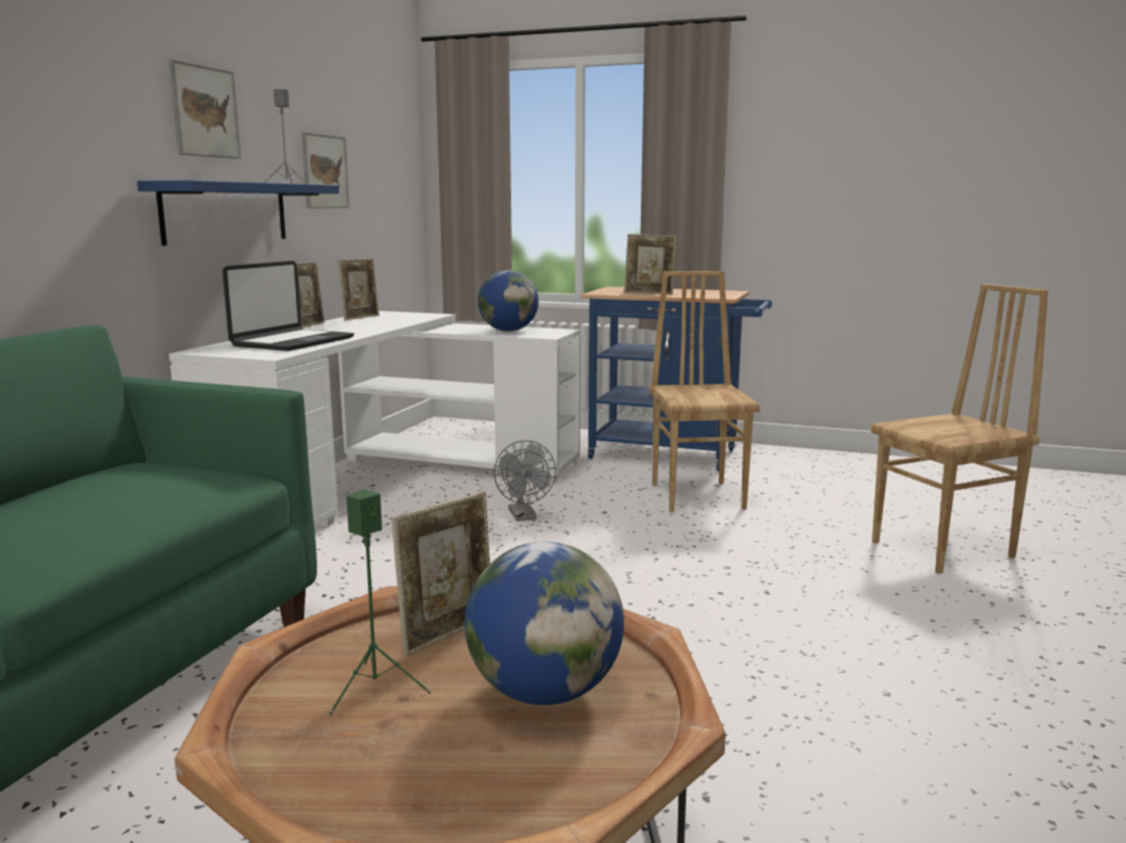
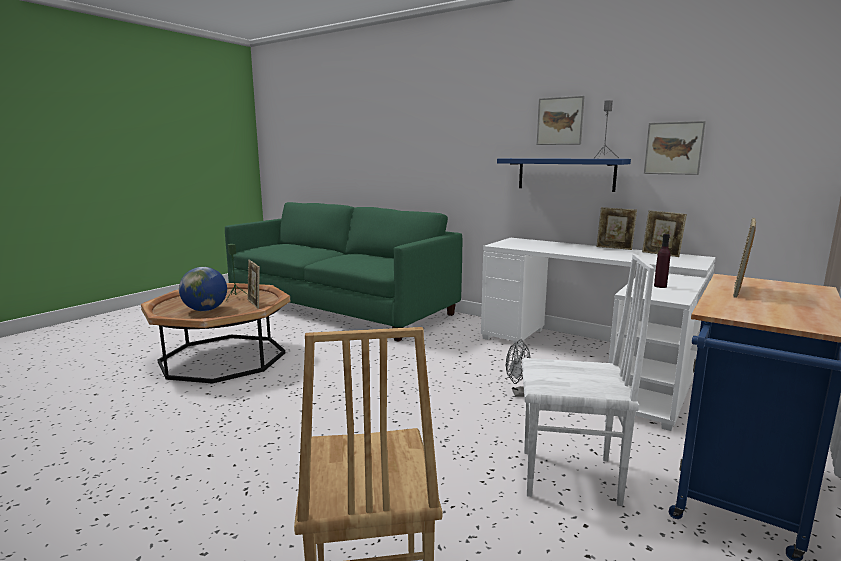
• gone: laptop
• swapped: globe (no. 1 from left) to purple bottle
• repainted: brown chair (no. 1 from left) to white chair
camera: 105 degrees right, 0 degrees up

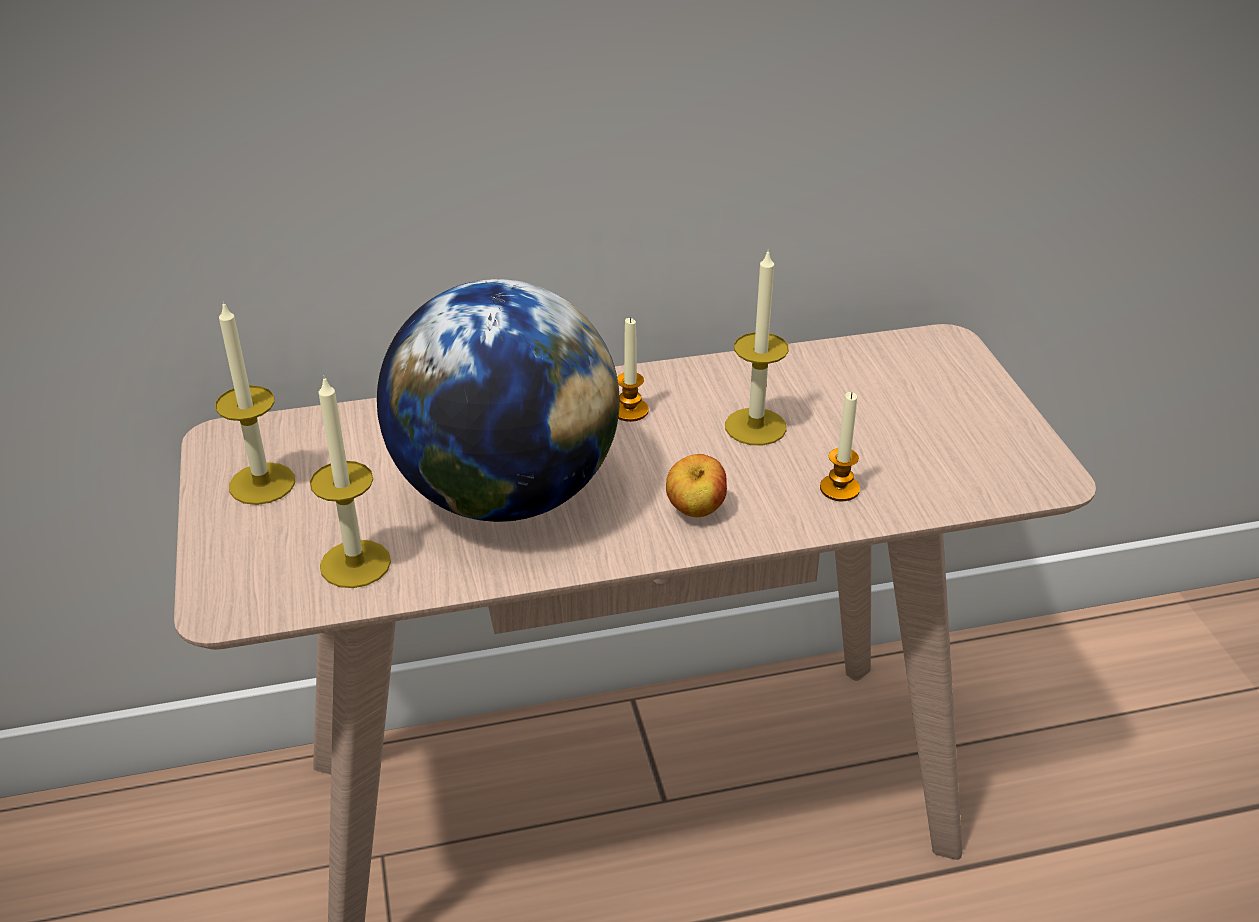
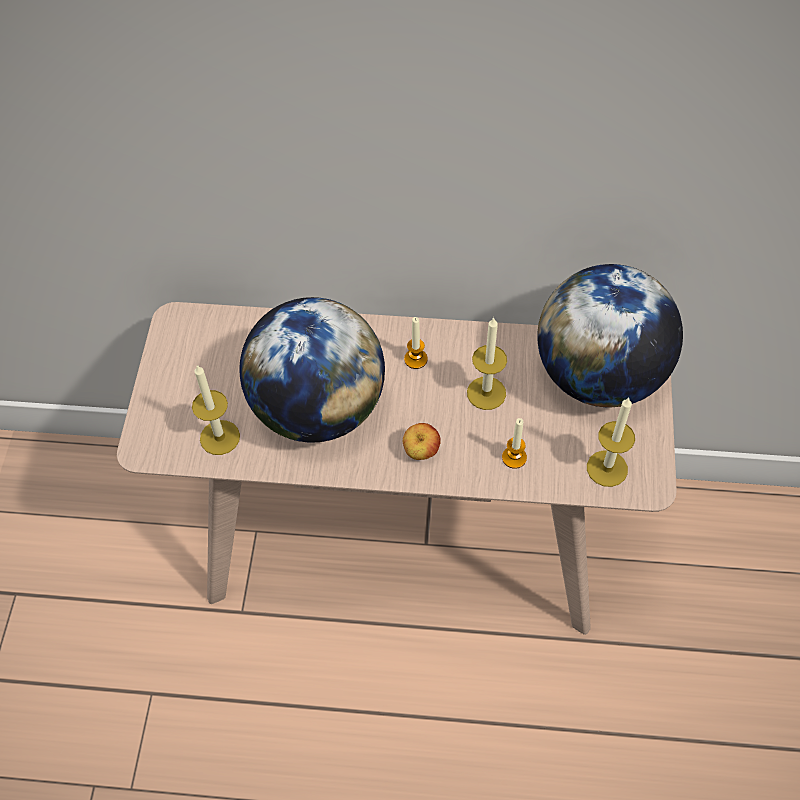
• shifted: candle (no. 1 from left in the first image) to candle (no. 5 from left)
• new: globe (no. 2 from left)
camera: 20 degrees right, 20 degrees up

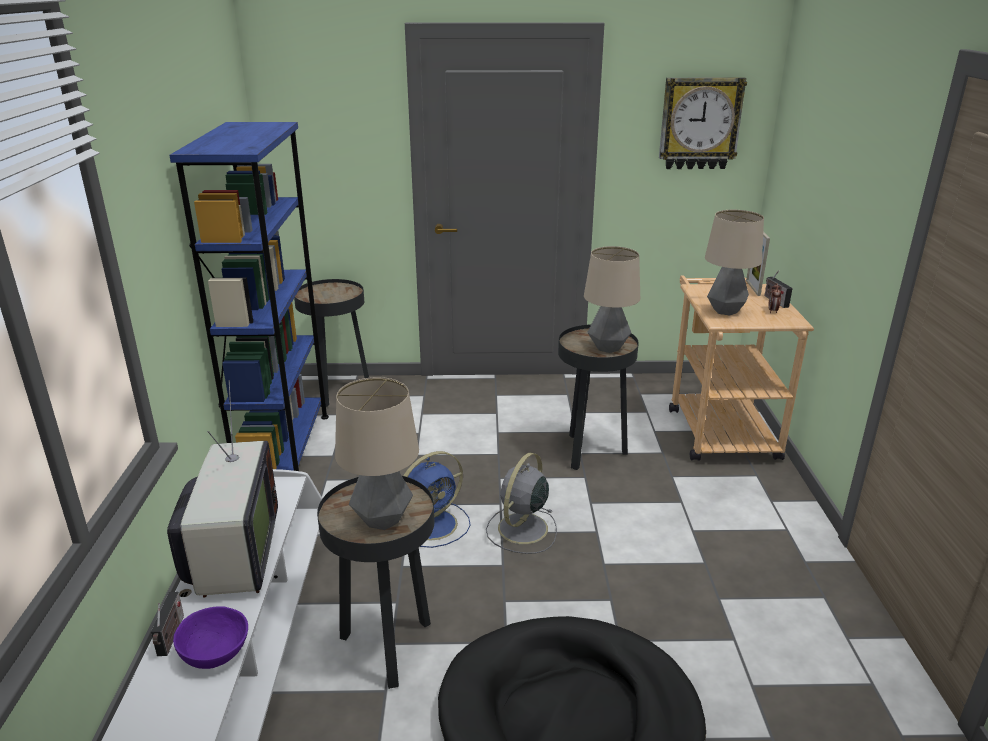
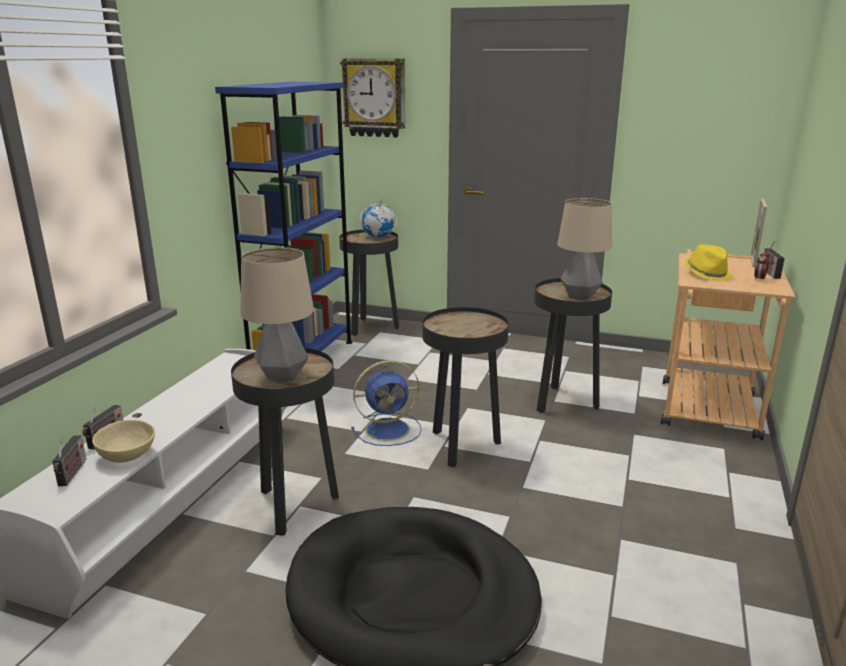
• shifted: wall clock
• swapped: table lamp (no. 3 from left) to yellow hat
• gone: television
• swapped: grey fan to black side table (no. 3 from left)
• repainted: purple bowl to beige bowl
• new: globe
• new: radio (no. 1 from left)
camera: 20 degrees right, 5 degrees down

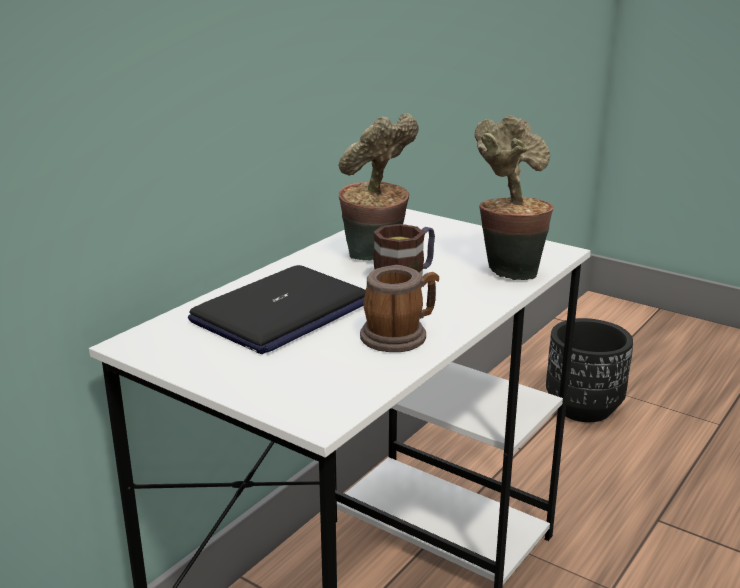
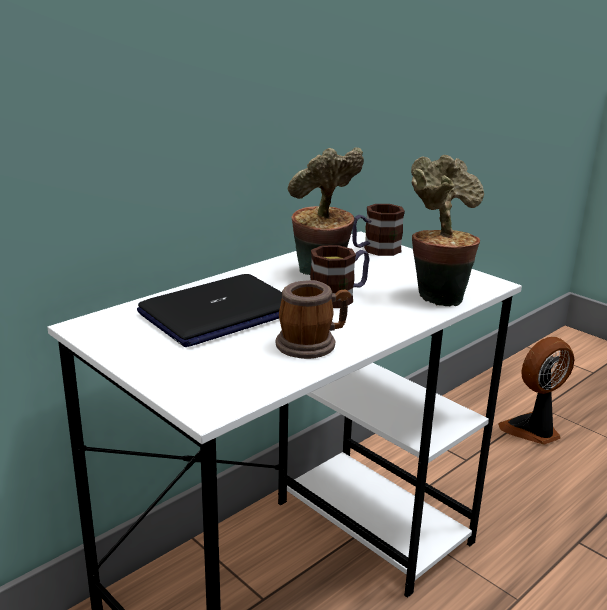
• swapped: black planter to fan
• new: mug (no. 3 from left)
camera: 10 degrees right, 0 degrees up

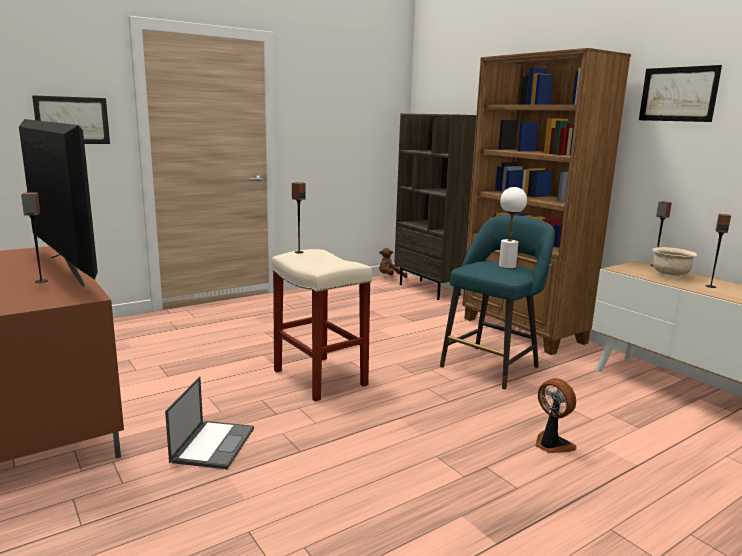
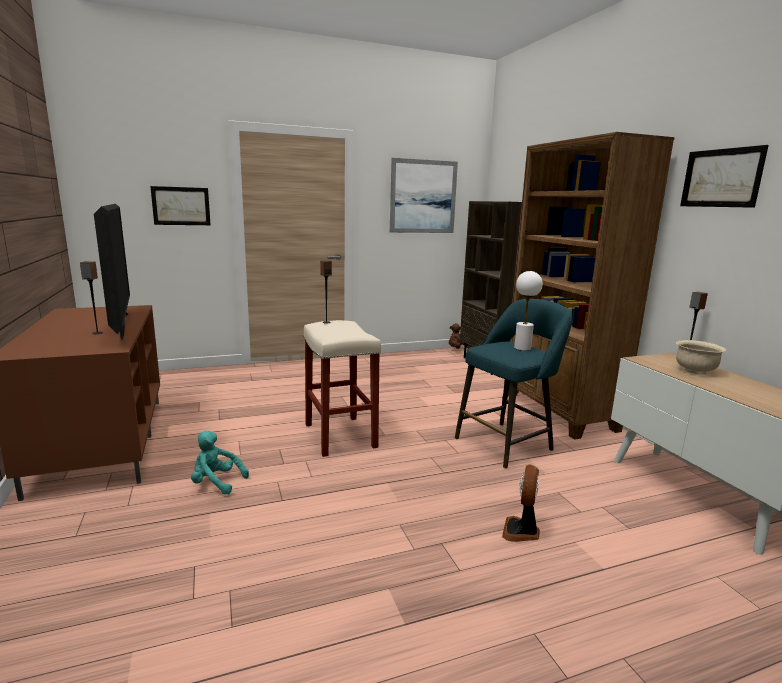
• gone: speaker (no. 4 from left)
• swapped: laptop to turquoise plush toy
• rotated: fan 135 degrees counterclockwise
• new: picture (no. 2 from left)
camera: 15 degrees right, 0 degrees up

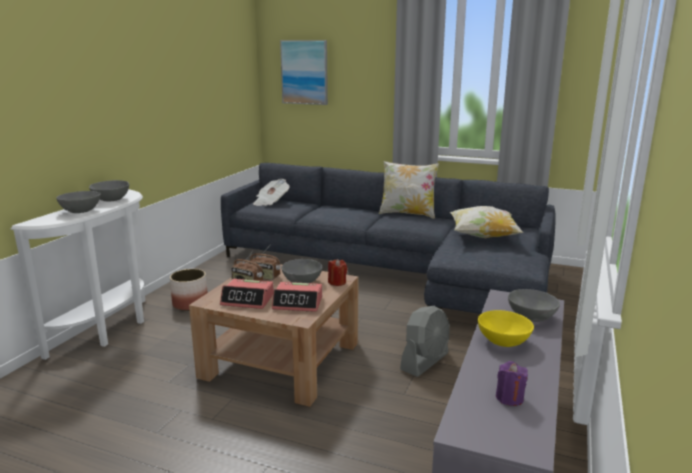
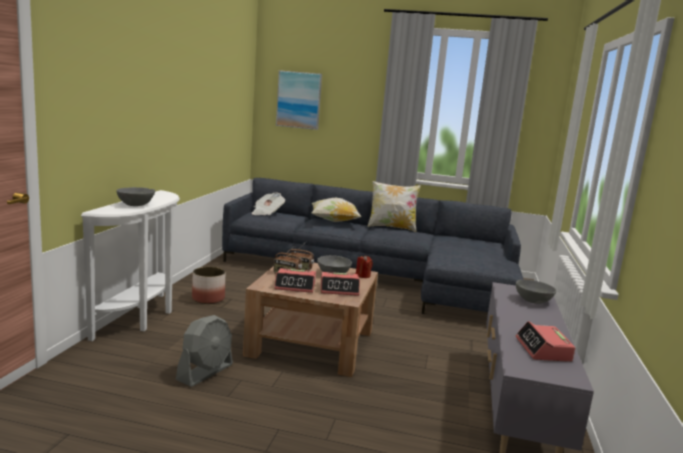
• gone: grey bowl (no. 2 from left)
• shifted: pillow (no. 2 from left in the first image) to pillow (no. 1 from left)
• shifted: grey fan
• gone: yellow bowl
• swapped: purple candle to alarm clock (no. 3 from left)
camera: 10 degrees left, 5 degrees down

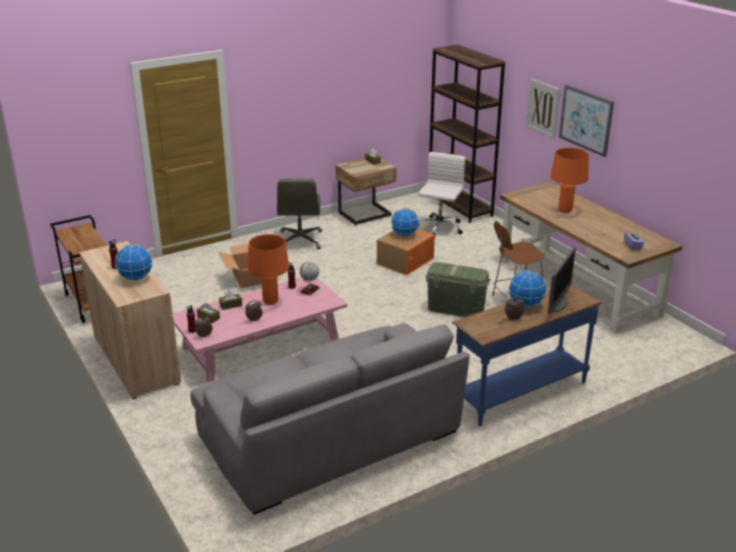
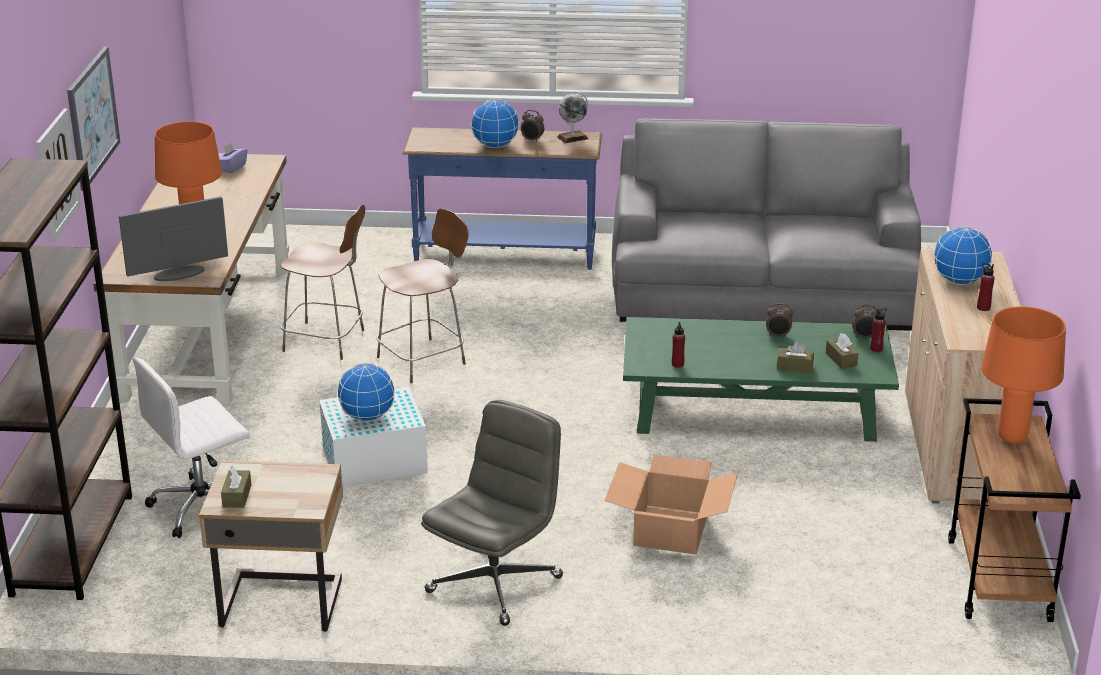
• repainted: orange storage box to white storage box
• shifted: orange table lamp (no. 1 from left in the first image) to orange table lamp (no. 2 from left)
• shifted: monitor
• shifted: globe (no. 2 from left in the first image) to globe (no. 3 from left)
• swapped: green storage box to brown chair (no. 2 from left)
• repainted: pink coffee table to green coffee table
camera: 145 degrees left, 0 degrees up

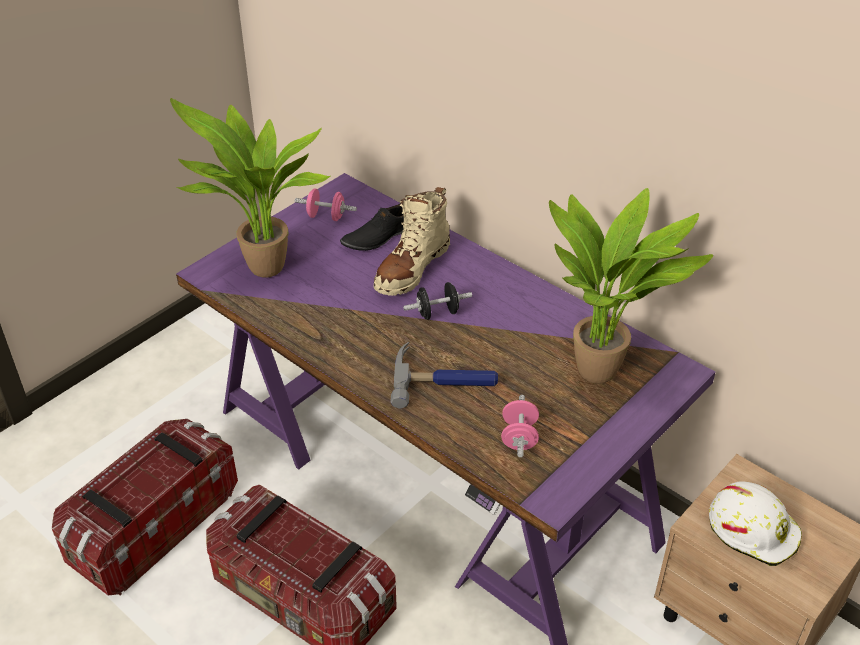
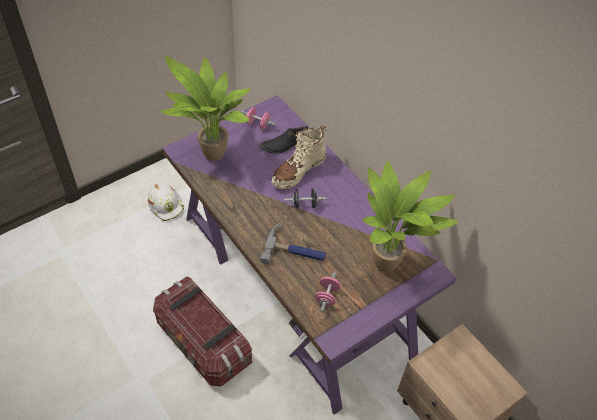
• gone: storage box (no. 1 from left)
• shifted: white hard hat
camera: 10 degrees right, 10 degrees up

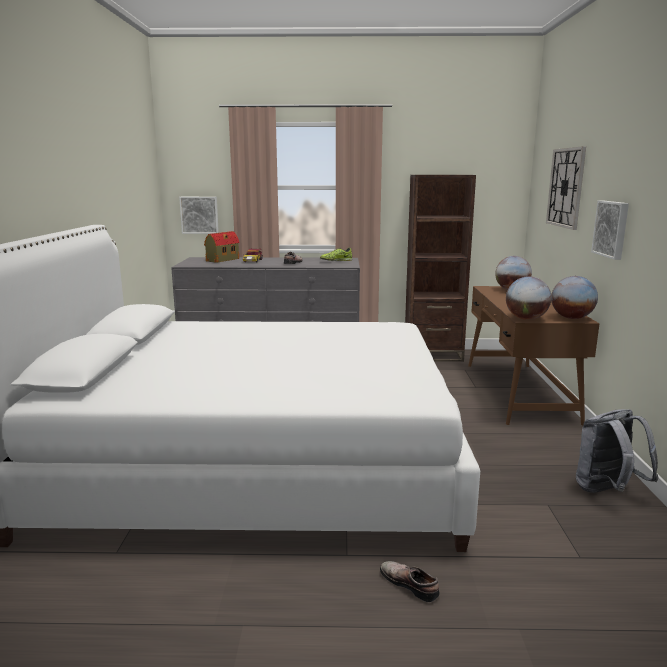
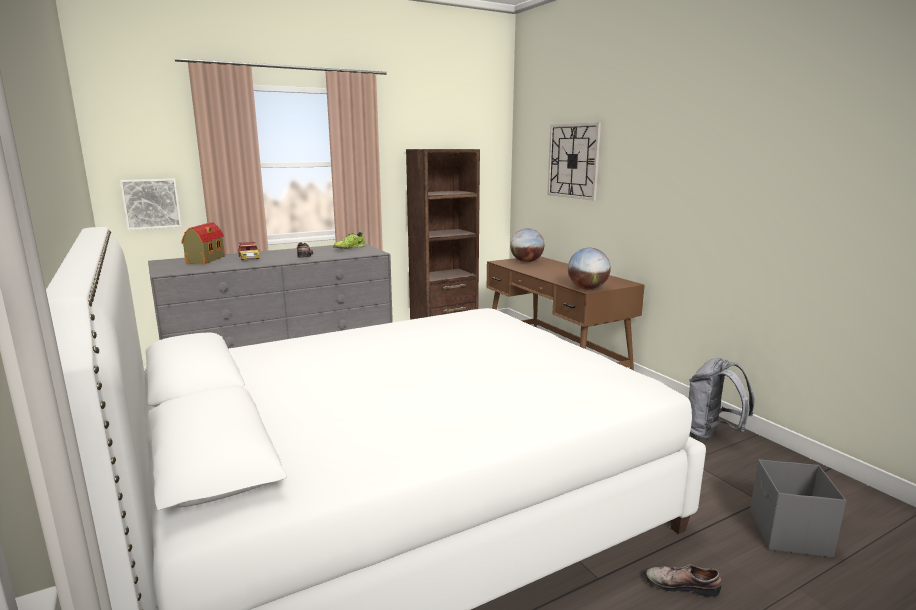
• gone: picture (no. 2 from left)
• gone: globe (no. 3 from left)
• new: grey storage box
camera: 30 degrees left, 0 degrees up

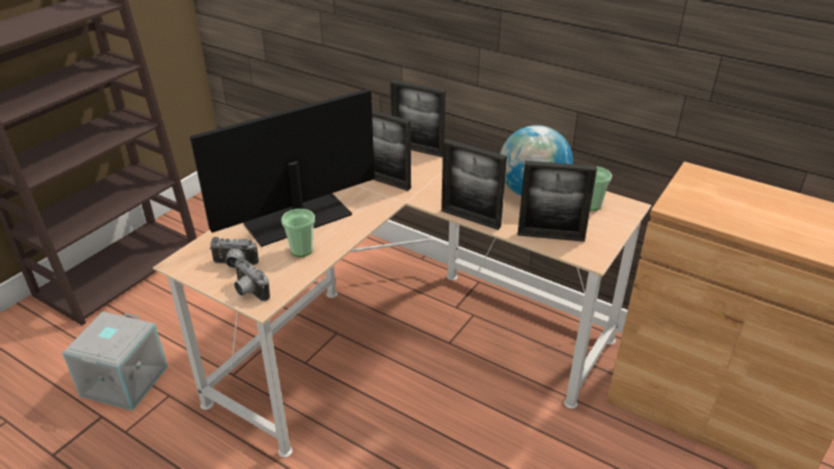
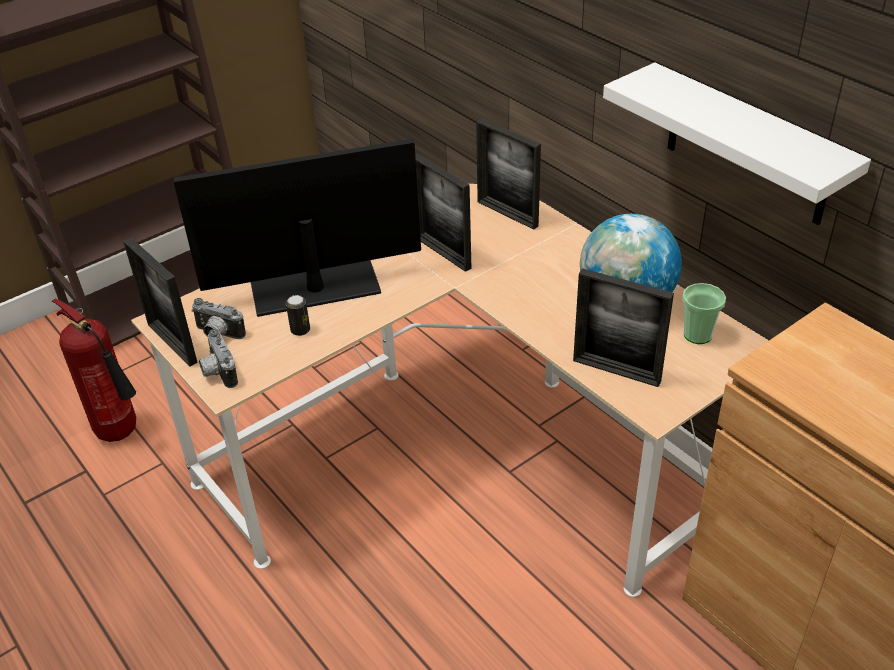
• shifted: picture frame (no. 3 from left in the first image) to picture frame (no. 1 from left)
• swapped: cup (no. 1 from left) to can
• swapped: grey storage box to fire extinguisher
• new: white shelf
camera: 20 degrees right, 5 degrees up

